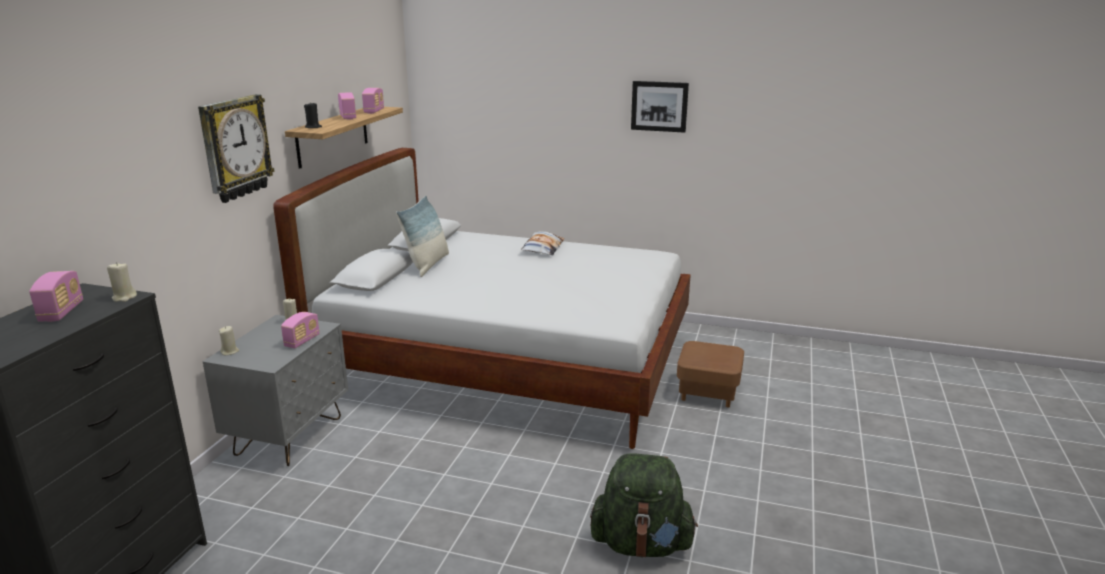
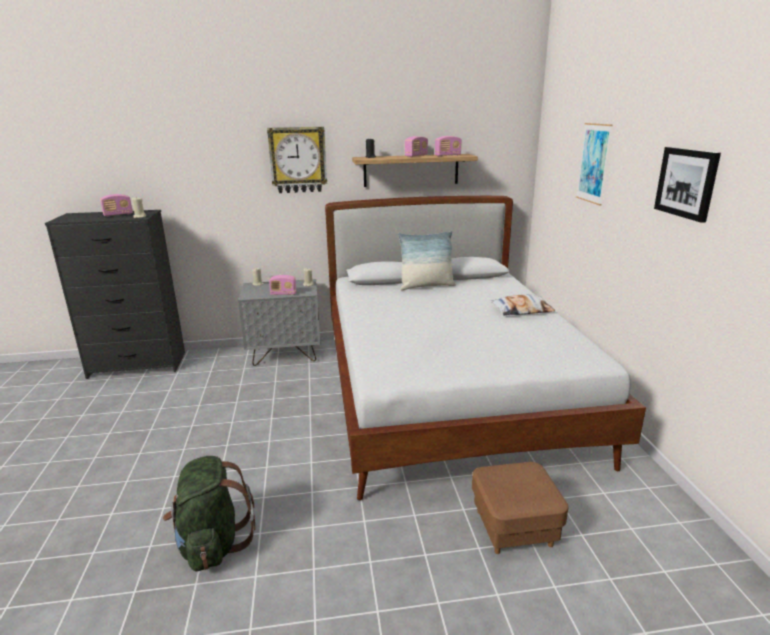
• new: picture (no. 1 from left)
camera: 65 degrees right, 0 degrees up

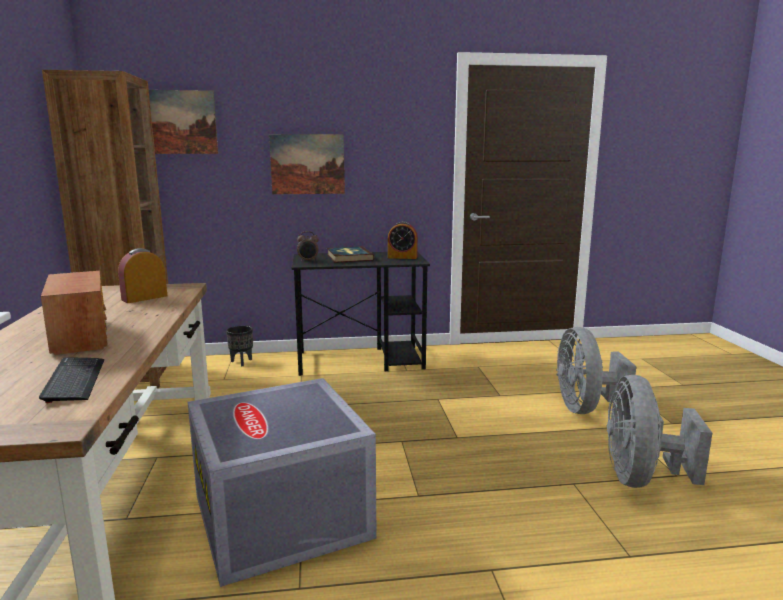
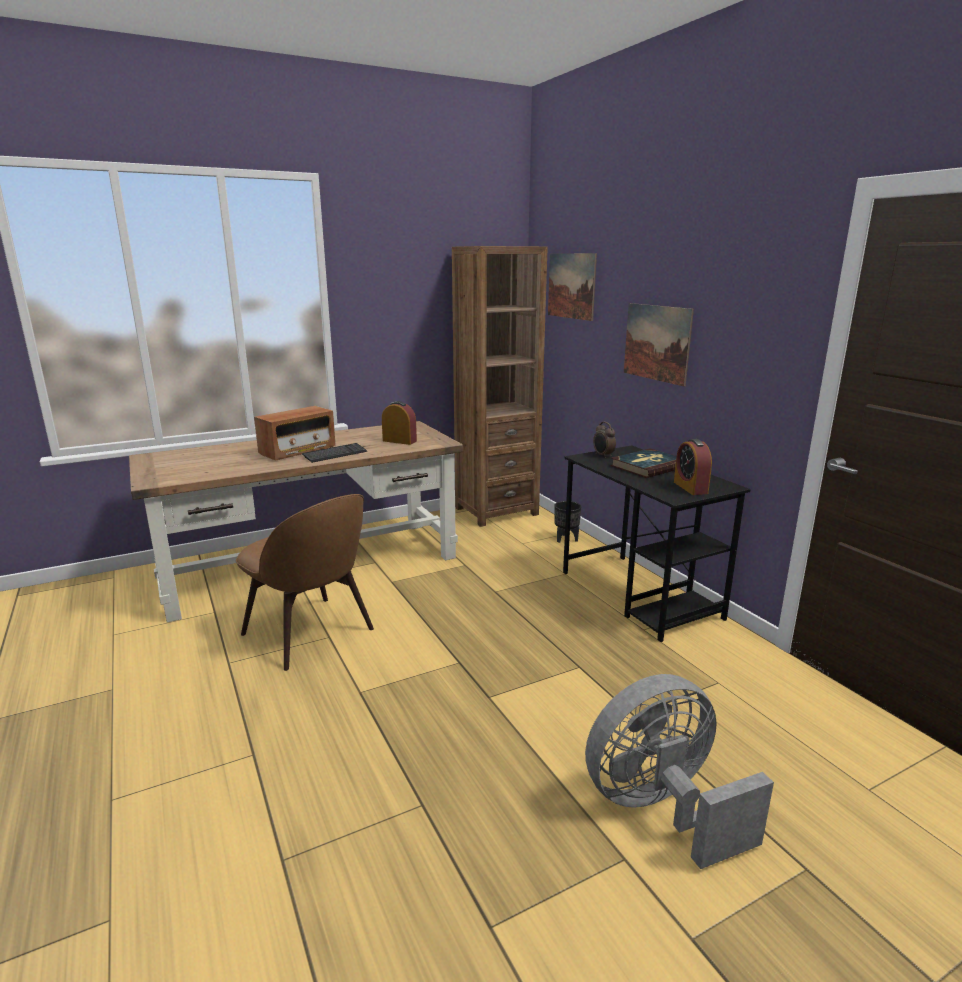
• shifted: keyboard
• gone: grey fan (no. 2 from left)
• swapped: grey storage box to brown chair
camera: 70 degrees right, 5 degrees up

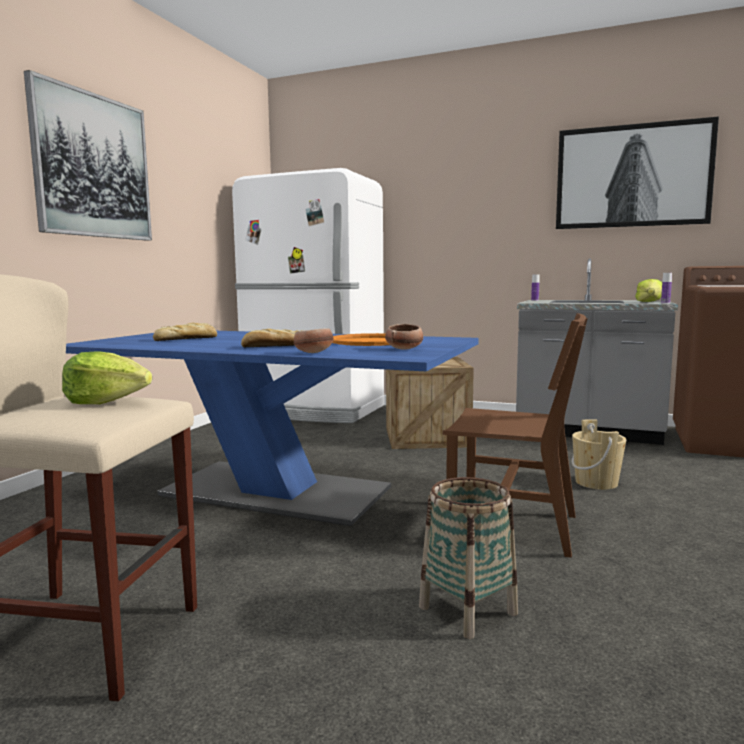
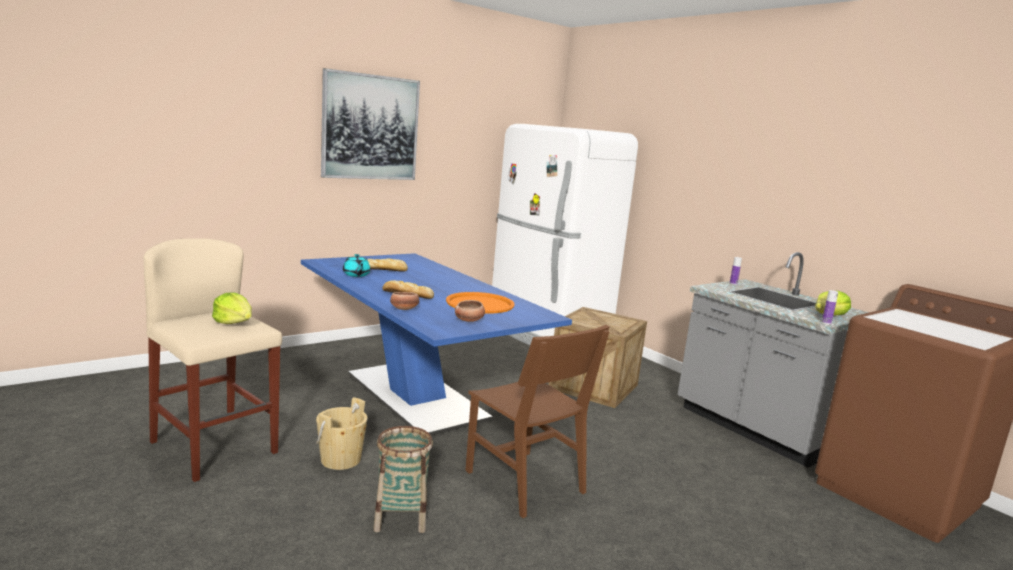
• gone: picture (no. 2 from left)
• shifted: beige bucket
• new: turquoise teapot
camera: 30 degrees right, 5 degrees up

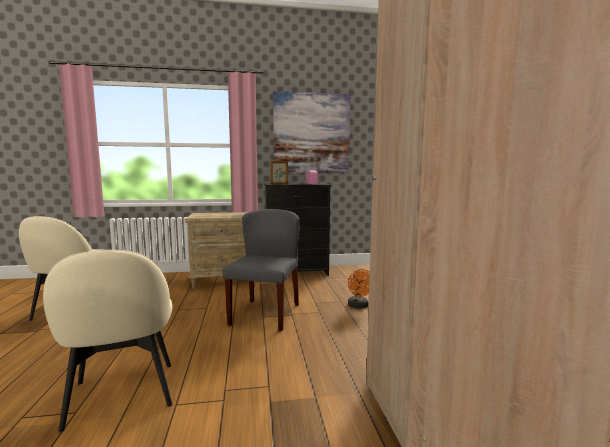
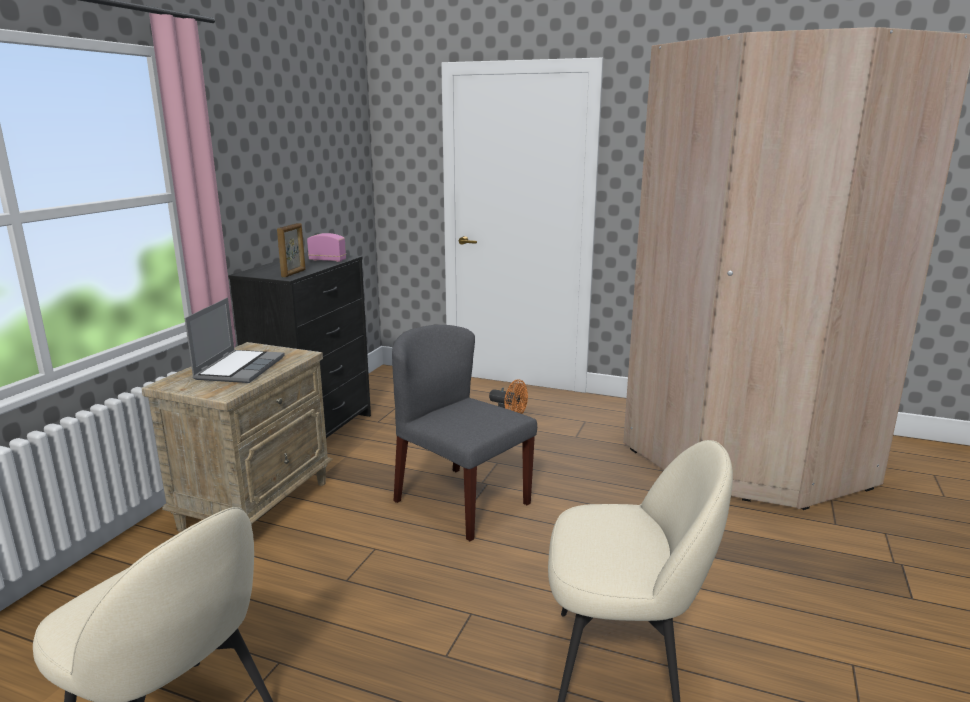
• gone: picture
• new: laptop
camera: 60 degrees left, 10 degrees up

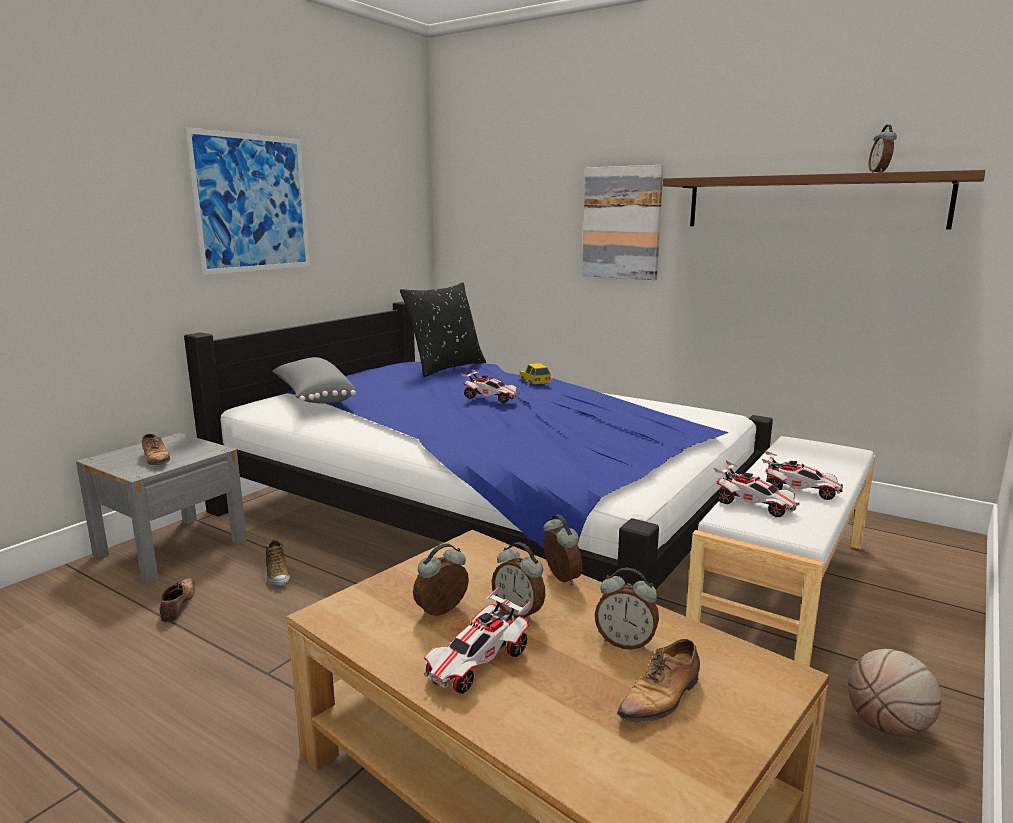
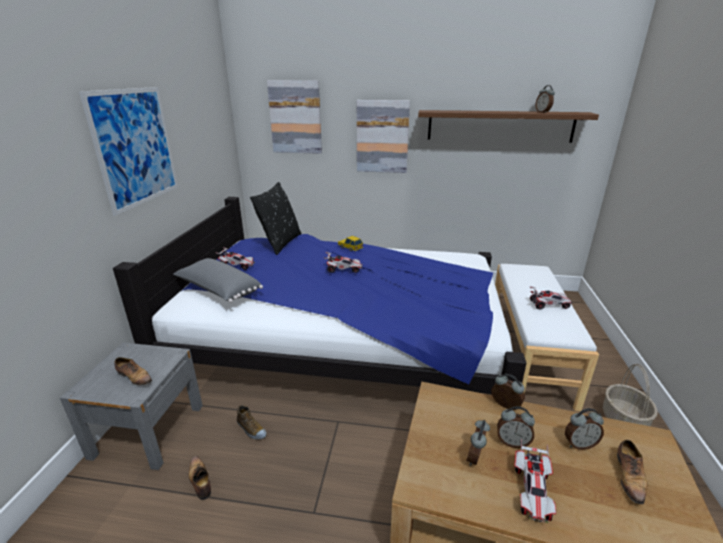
• shifted: toy car (no. 4 from left in the first image) to toy car (no. 1 from left)
• swapped: basketball to basket
• new: picture (no. 2 from left)
camera: 25 degrees left, 10 degrees up

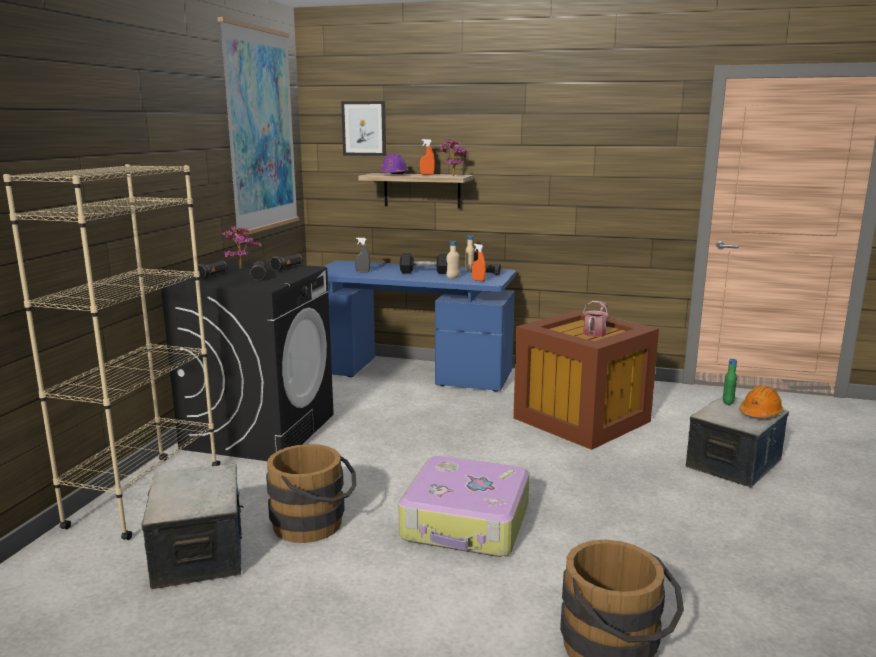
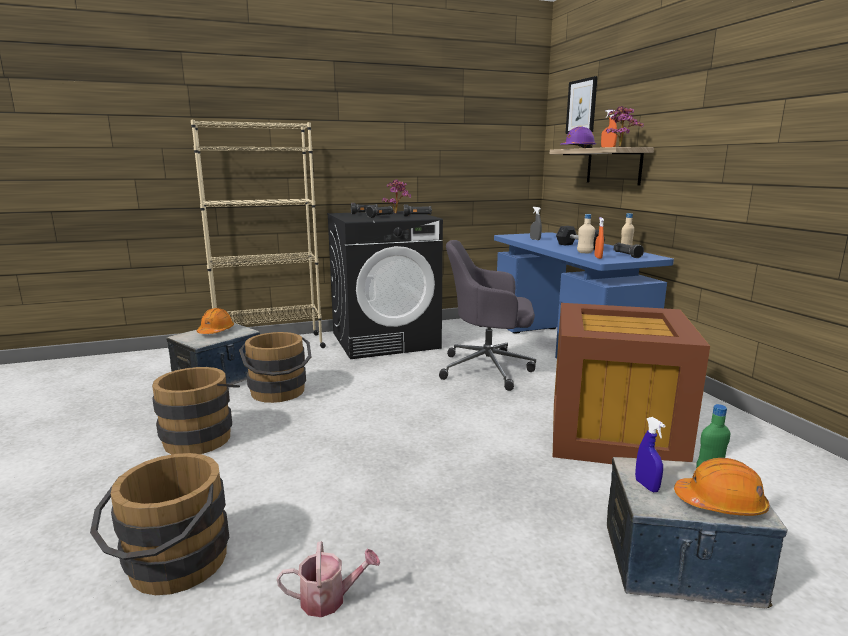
• gone: picture (no. 1 from left)
• shifted: watering can
• gone: suitcase
• new: grey office chair
• new: orange hard hat (no. 1 from left)
• new: brown bucket (no. 2 from left)
• new: blue spray bottle
camera: 55 degrees right, 0 degrees up

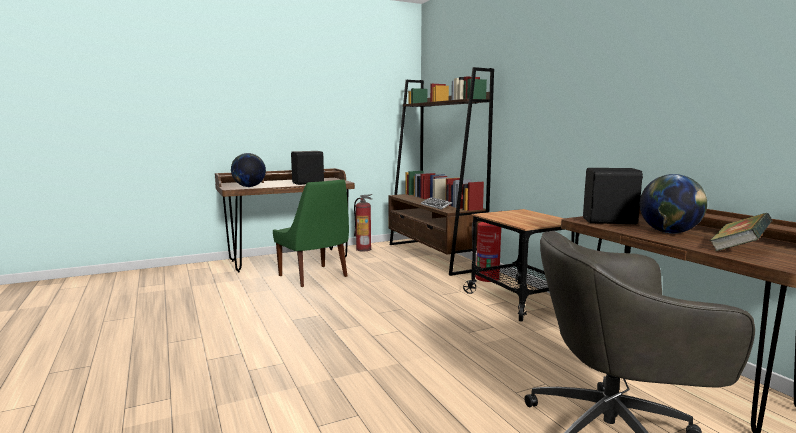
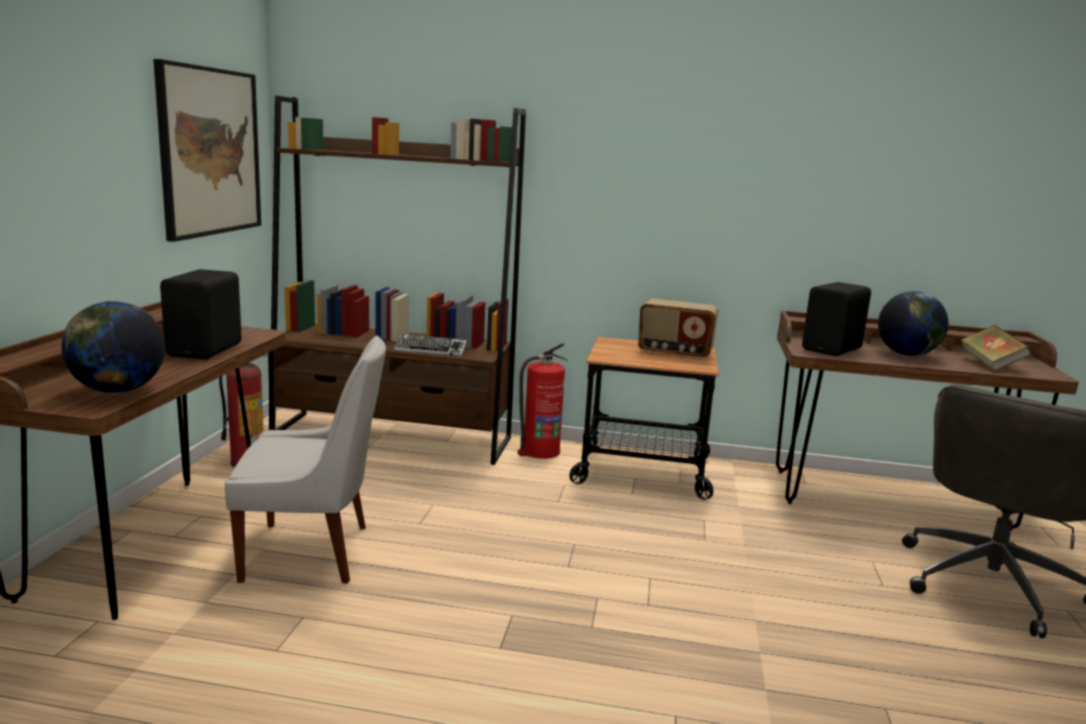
• repainted: green chair to white chair
• new: picture
• new: radio
camera: 55 degrees left, 5 degrees up

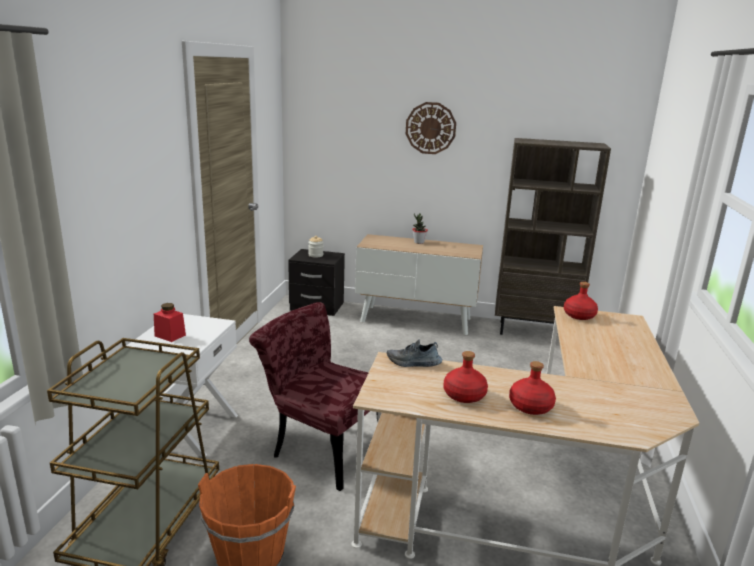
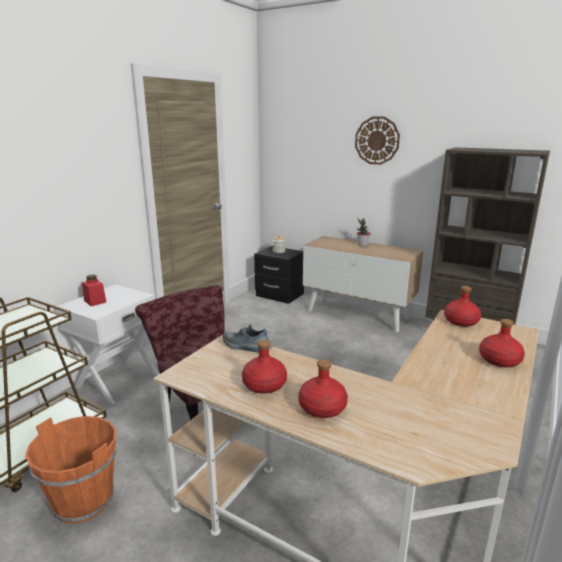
• new: red bottle (no. 4 from left)
camera: 20 degrees right, 0 degrees up

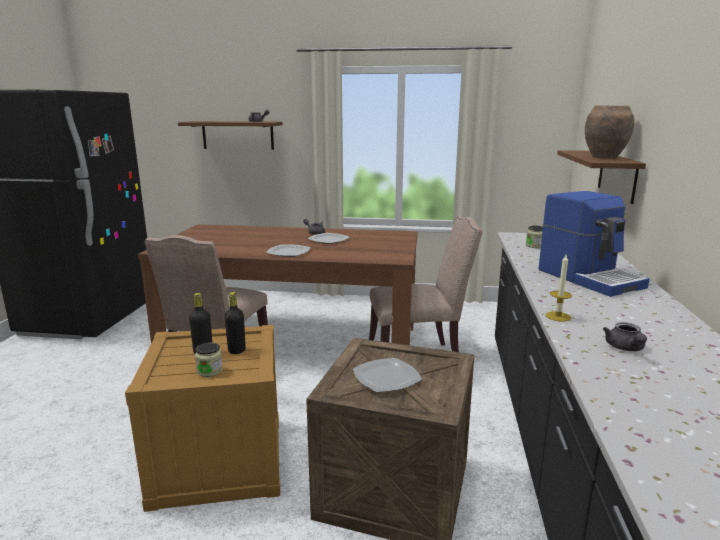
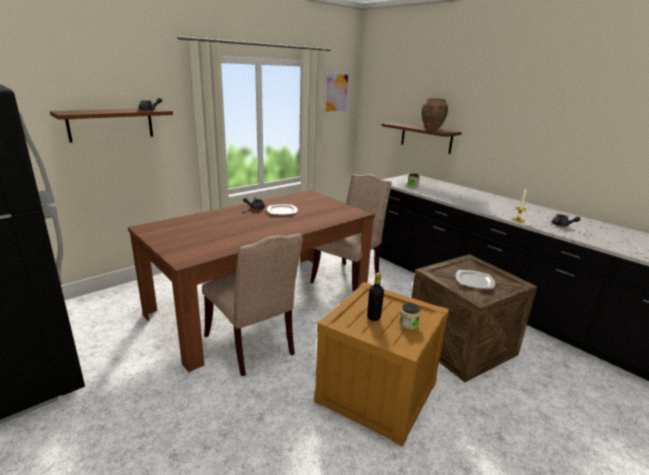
• gone: coffee machine
• gone: plate (no. 1 from left)
• gone: black bottle (no. 2 from left)
• new: picture
camera: 50 degrees left, 5 degrees up

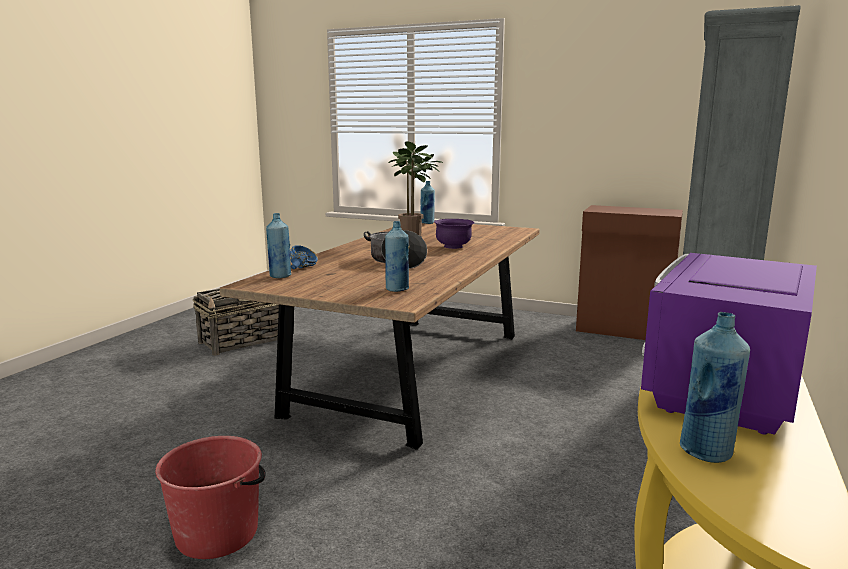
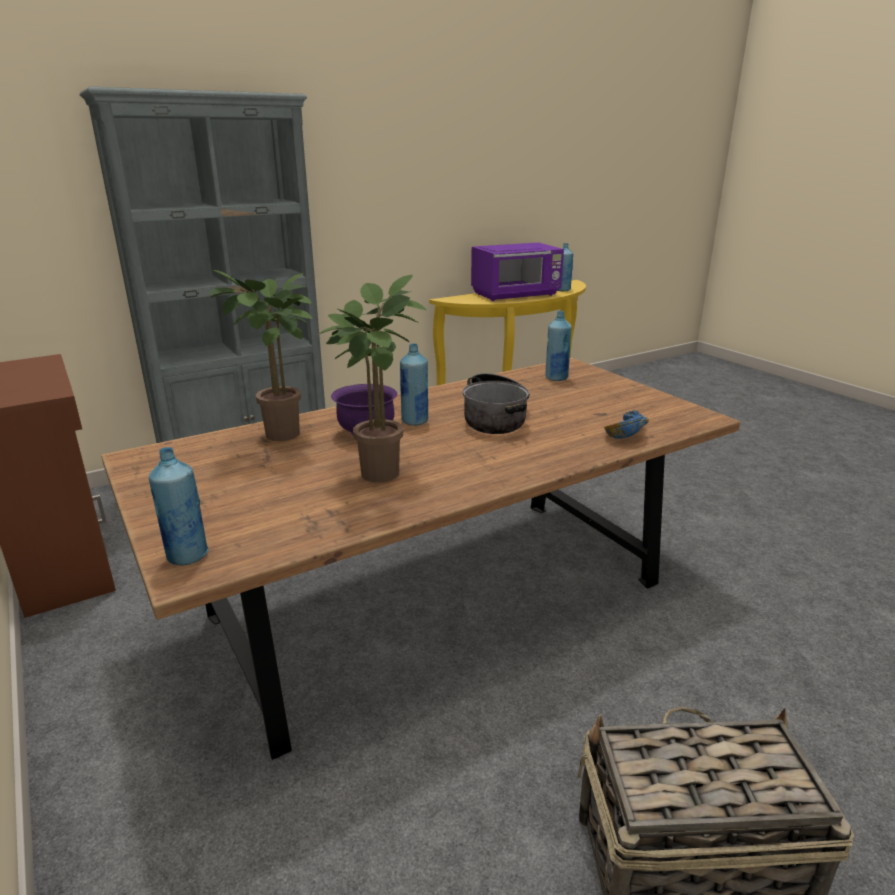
• shifted: blue bottle (no. 1 from left in the first image) to blue bottle (no. 2 from left)
• gone: red bucket
• new: potted plant (no. 1 from left)
camera: 145 degrees left, 10 degrees up

